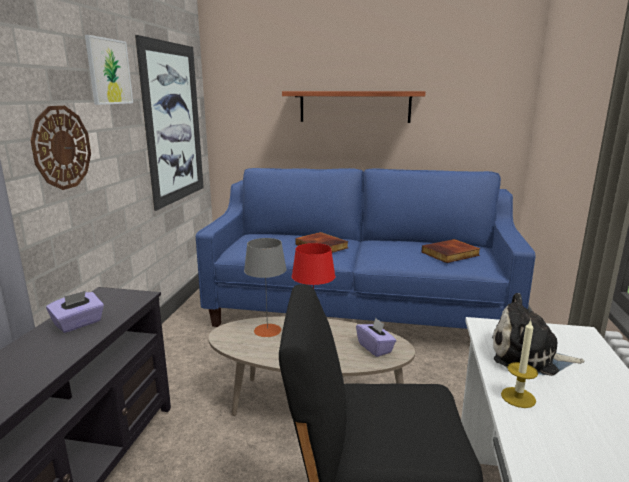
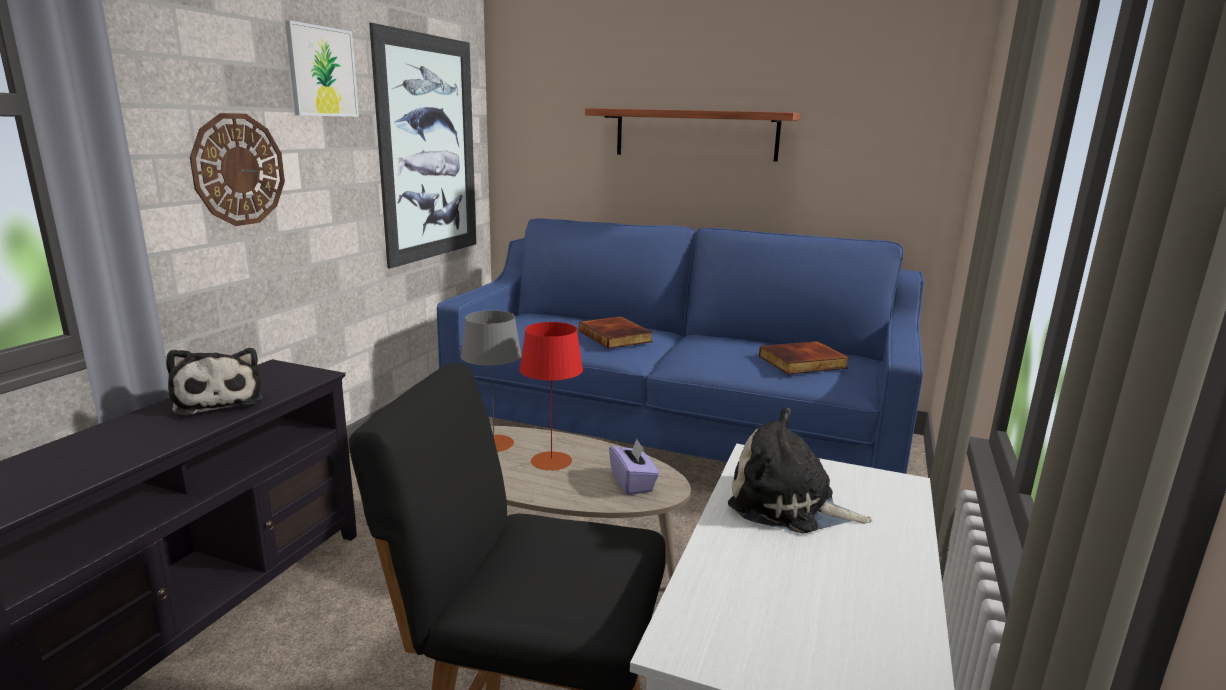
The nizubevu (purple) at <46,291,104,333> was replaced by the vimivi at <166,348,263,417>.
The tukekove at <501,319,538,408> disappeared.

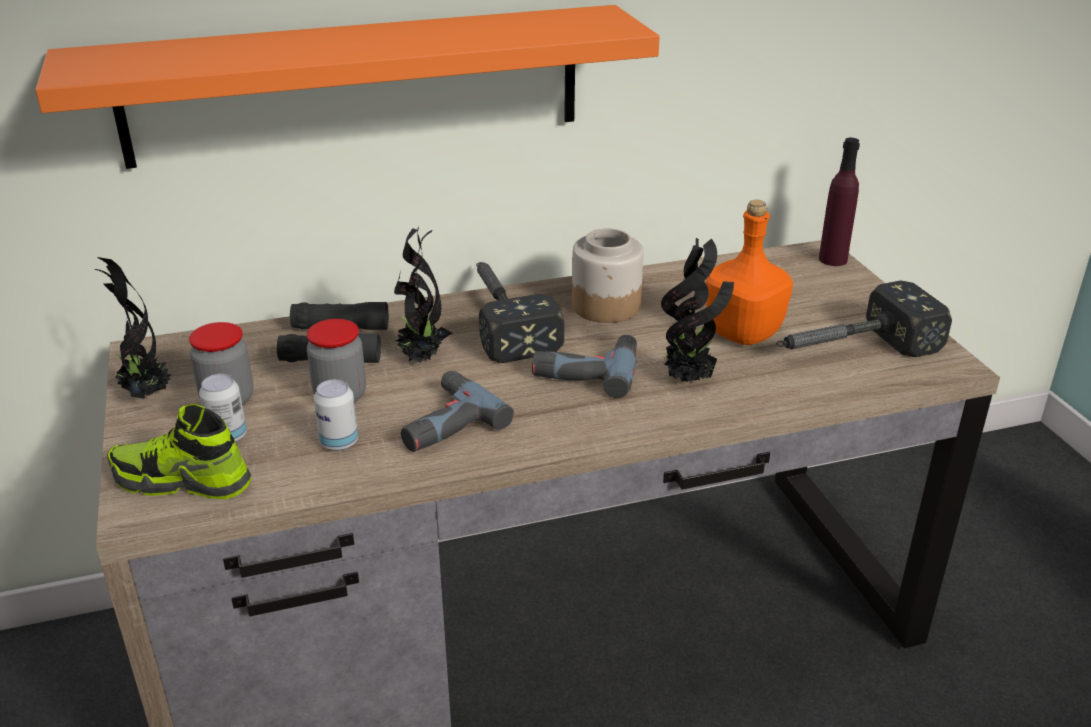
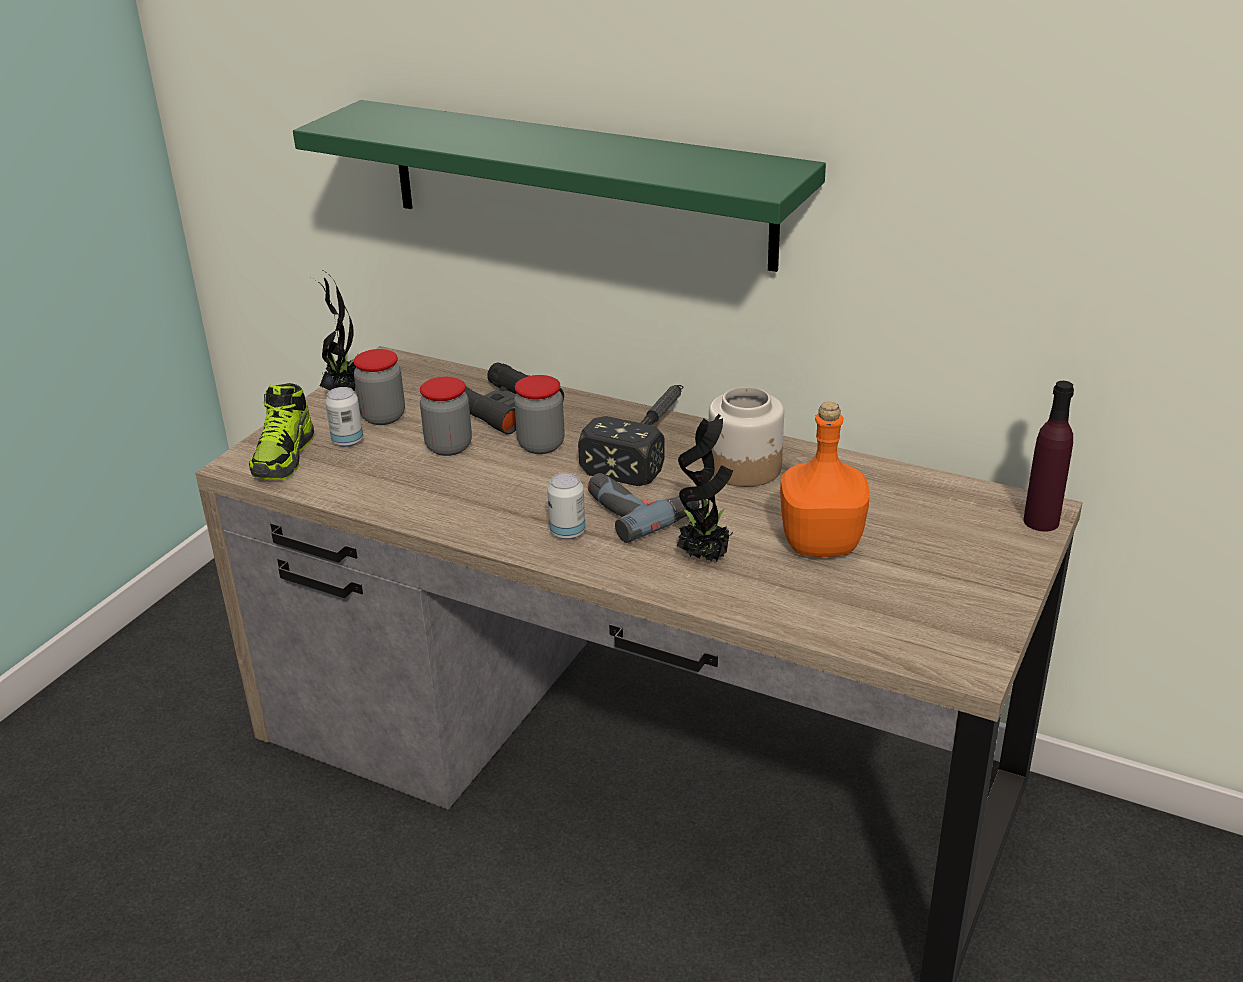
The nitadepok at <107,404,251,499> turned 135 degrees counterclockwise.
The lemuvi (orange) at <35,5,660,169> became the lemuvi (green) at <293,100,826,272>.
The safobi at <394,226,452,363> was replaced by the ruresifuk at <514,375,565,454>.
The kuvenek moved from <314,379,358,451> to <547,473,585,540>.
The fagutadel at <401,370,514,452> disappeared.
The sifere at <776,280,952,357> disappeared.

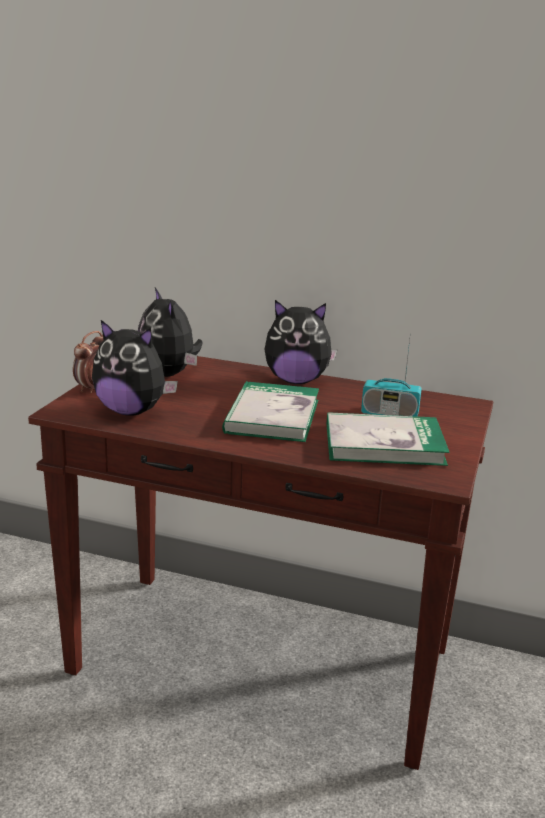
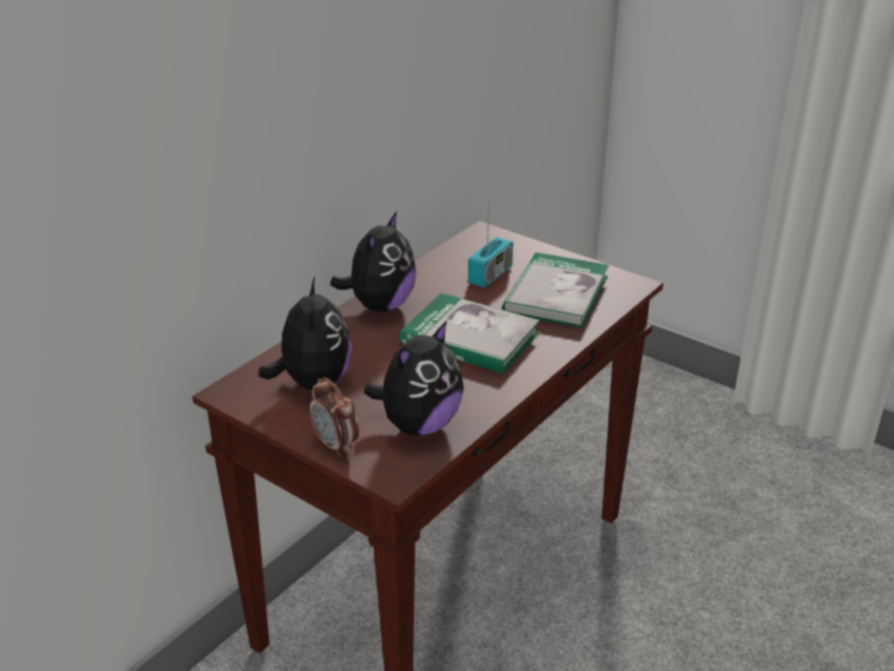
The vimivi at <138,288,202,377> turned 90 degrees counterclockwise.

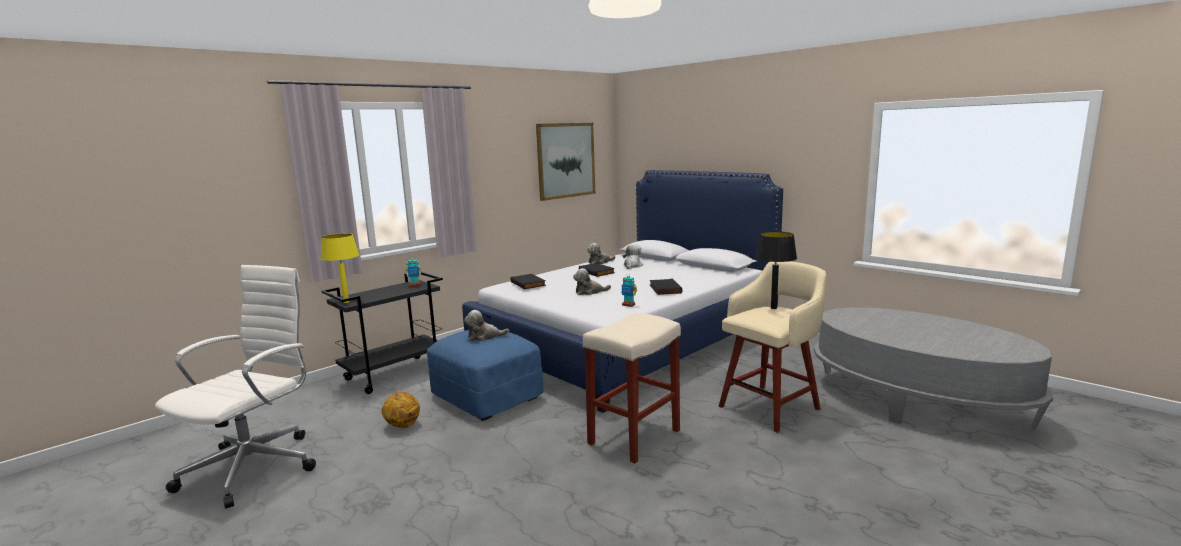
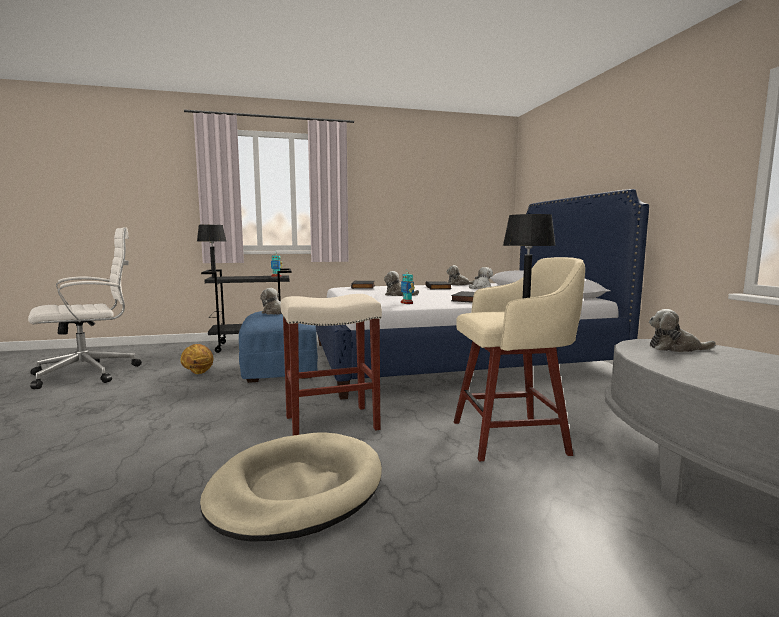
The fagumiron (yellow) at <321,233,359,303> became the fagumiron (black) at <197,225,227,278>.
The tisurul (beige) at <200,432,382,542> appeared.
The vimivi at <649,309,716,352> appeared.
The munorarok at <536,123,595,201> disappeared.

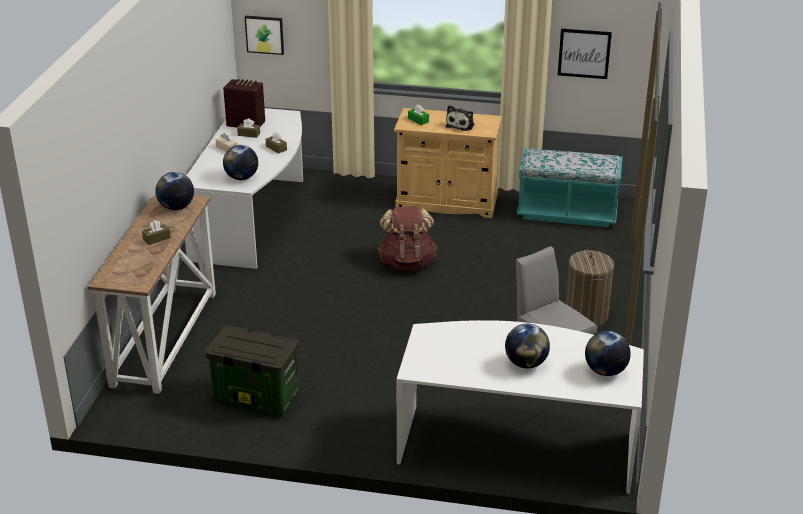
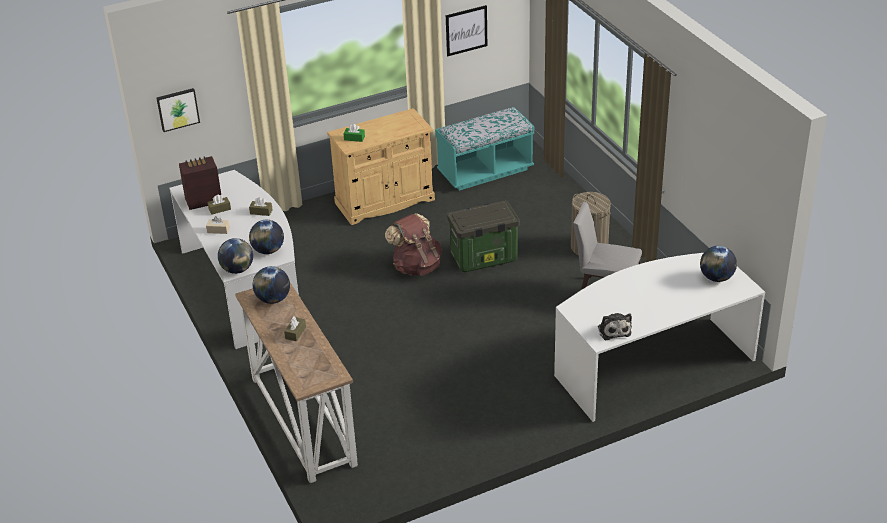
The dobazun moved from <505,324,550,368> to <218,238,253,274>.
The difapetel moved from <205,325,299,416> to <447,201,520,272>.
The vimivi moved from <446,105,475,131> to <598,313,632,340>.

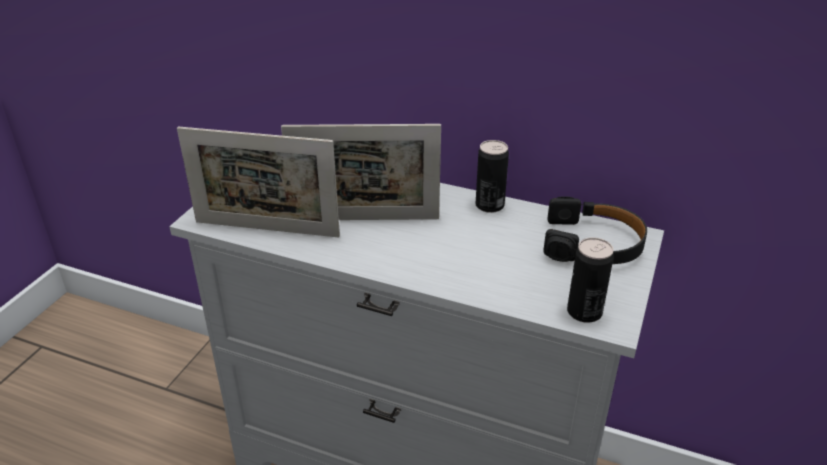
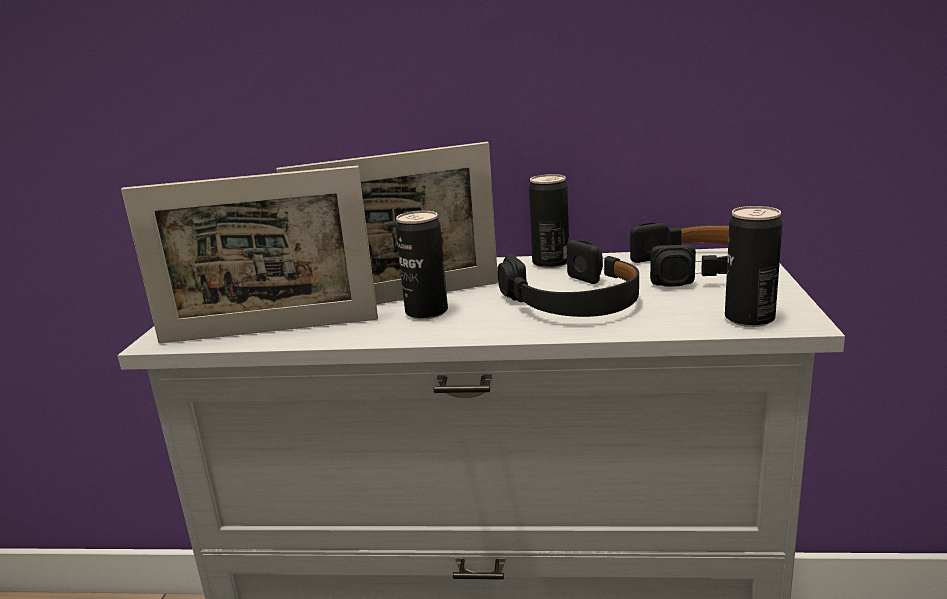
The kuvenek at <396,211,448,320> appeared.
The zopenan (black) at <497,240,639,317> appeared.

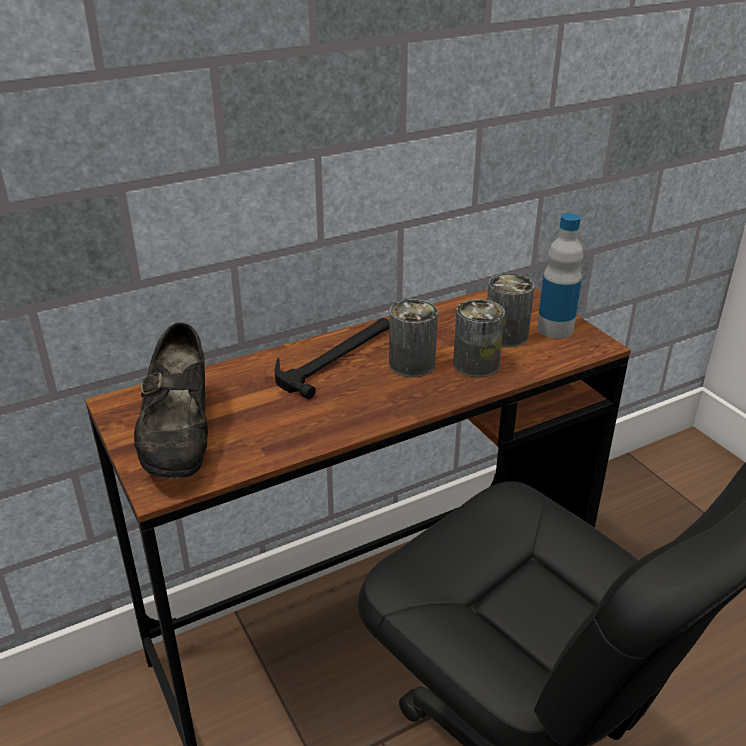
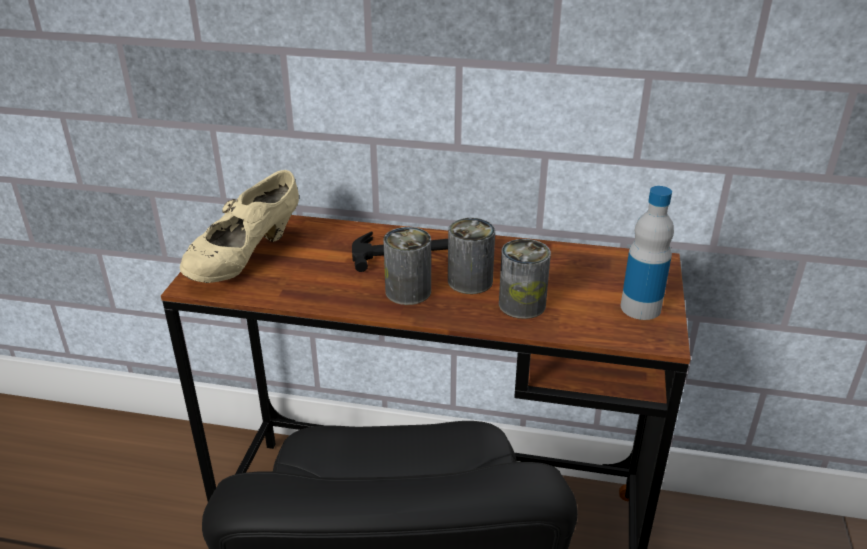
The nitadepok (black) at <134,323,208,479> became the nitadepok (beige) at <180,170,299,283>.
The kuvenek moved from <487,274,535,347> to <383,227,431,305>.

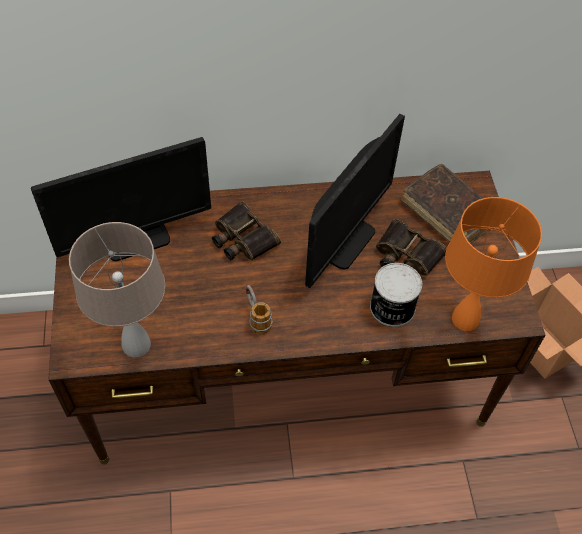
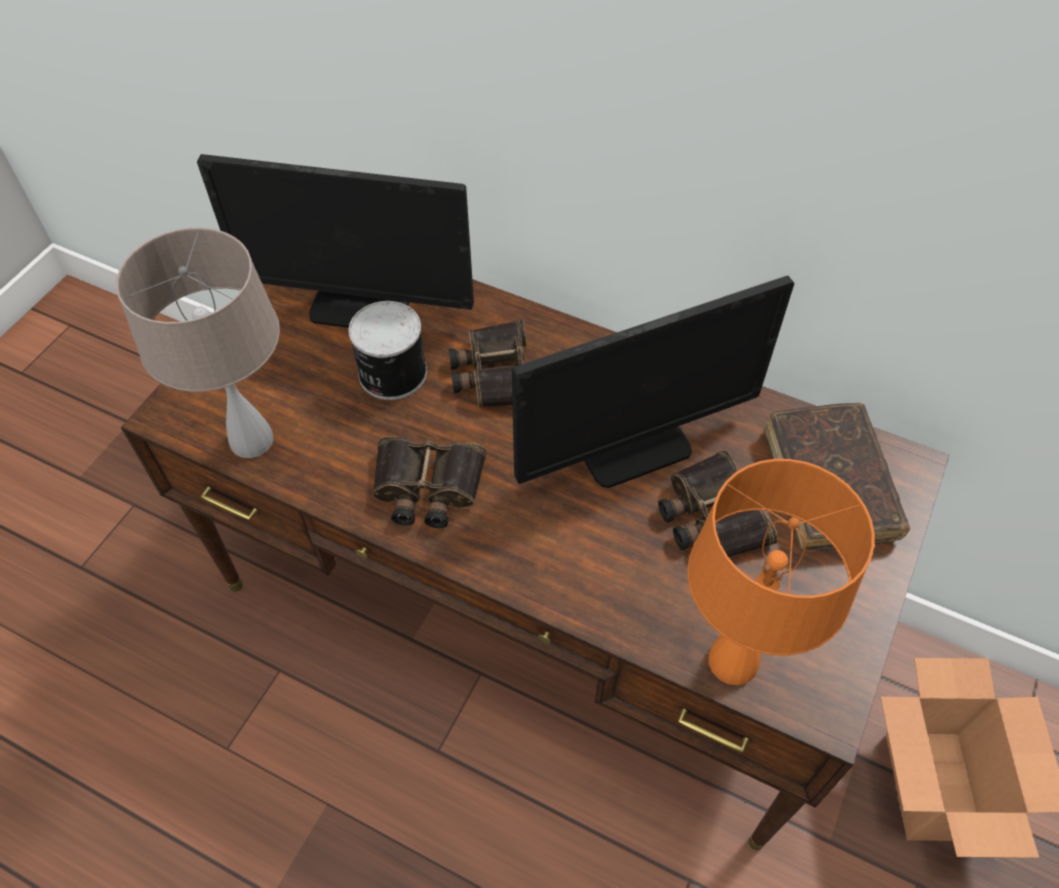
The kuvenek moved from <370,263,422,327> to <349,301,427,400>.
The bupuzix at <245,285,272,335> was replaced by the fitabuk at <372,436,486,528>.

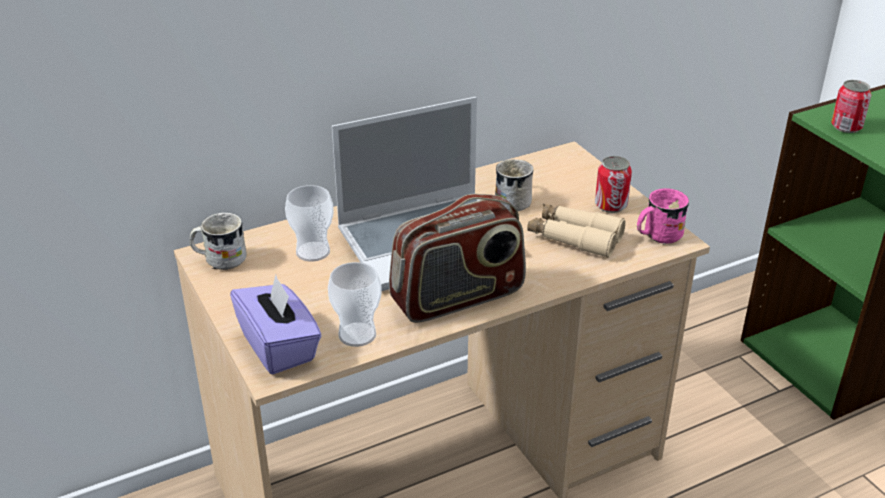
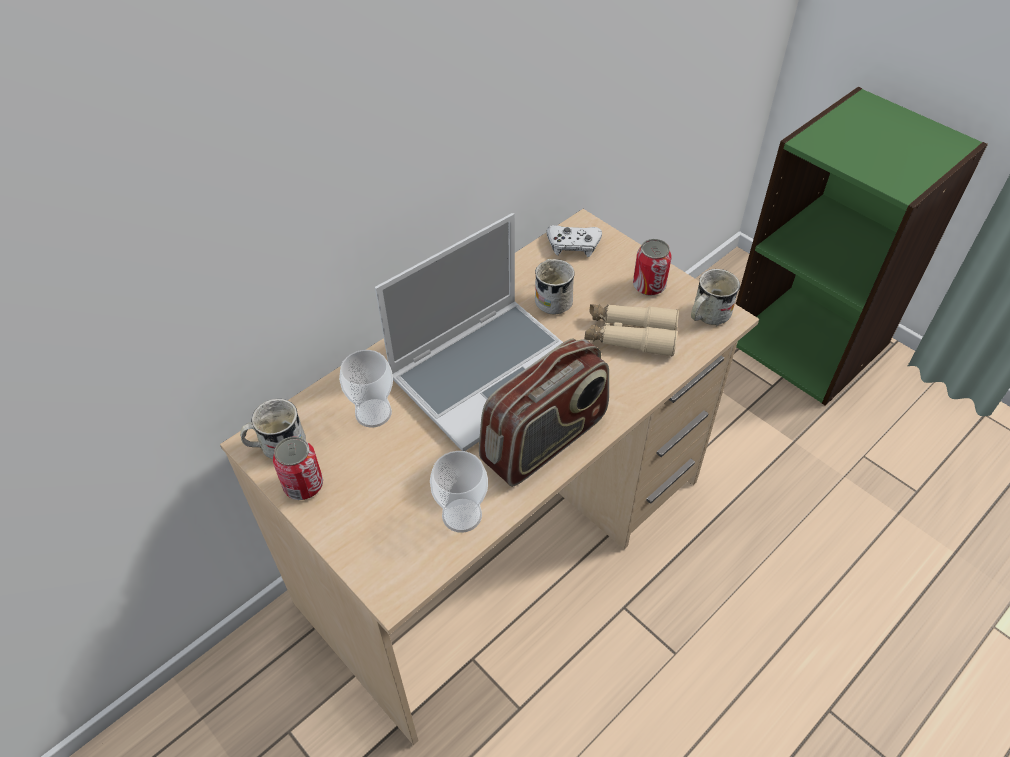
The kuvenek moved from <831,80,871,133> to <273,436,323,500>.
The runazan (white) at <547,225,602,257> appeared.
The bupuzix (pink) at <637,188,689,245> became the bupuzix (white) at <691,269,740,327>.
The nizubevu (purple) at <230,275,322,374> disappeared.

